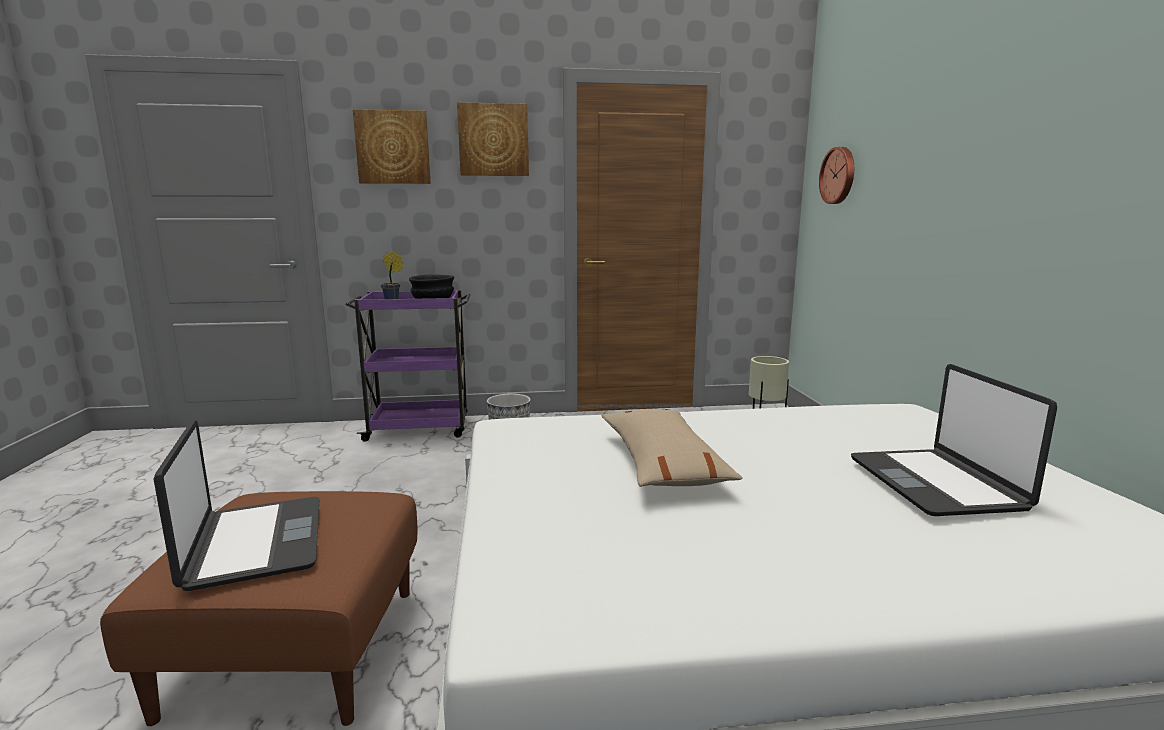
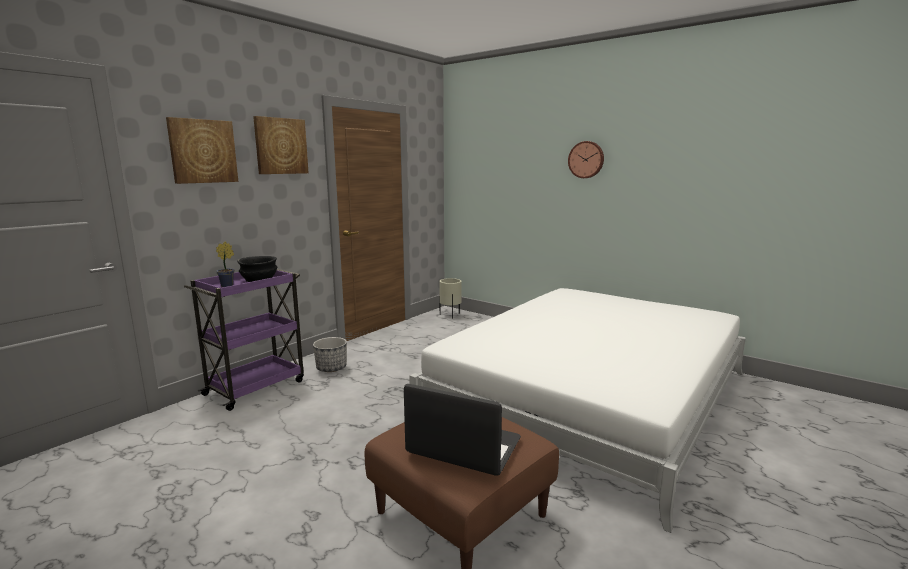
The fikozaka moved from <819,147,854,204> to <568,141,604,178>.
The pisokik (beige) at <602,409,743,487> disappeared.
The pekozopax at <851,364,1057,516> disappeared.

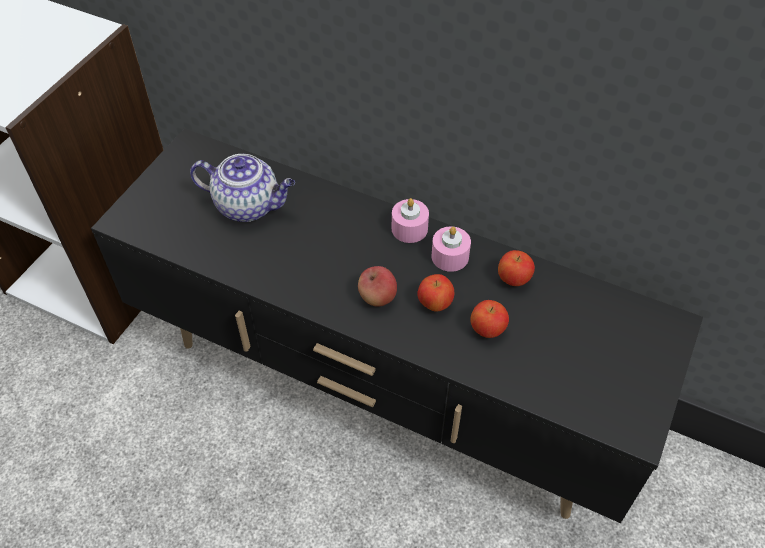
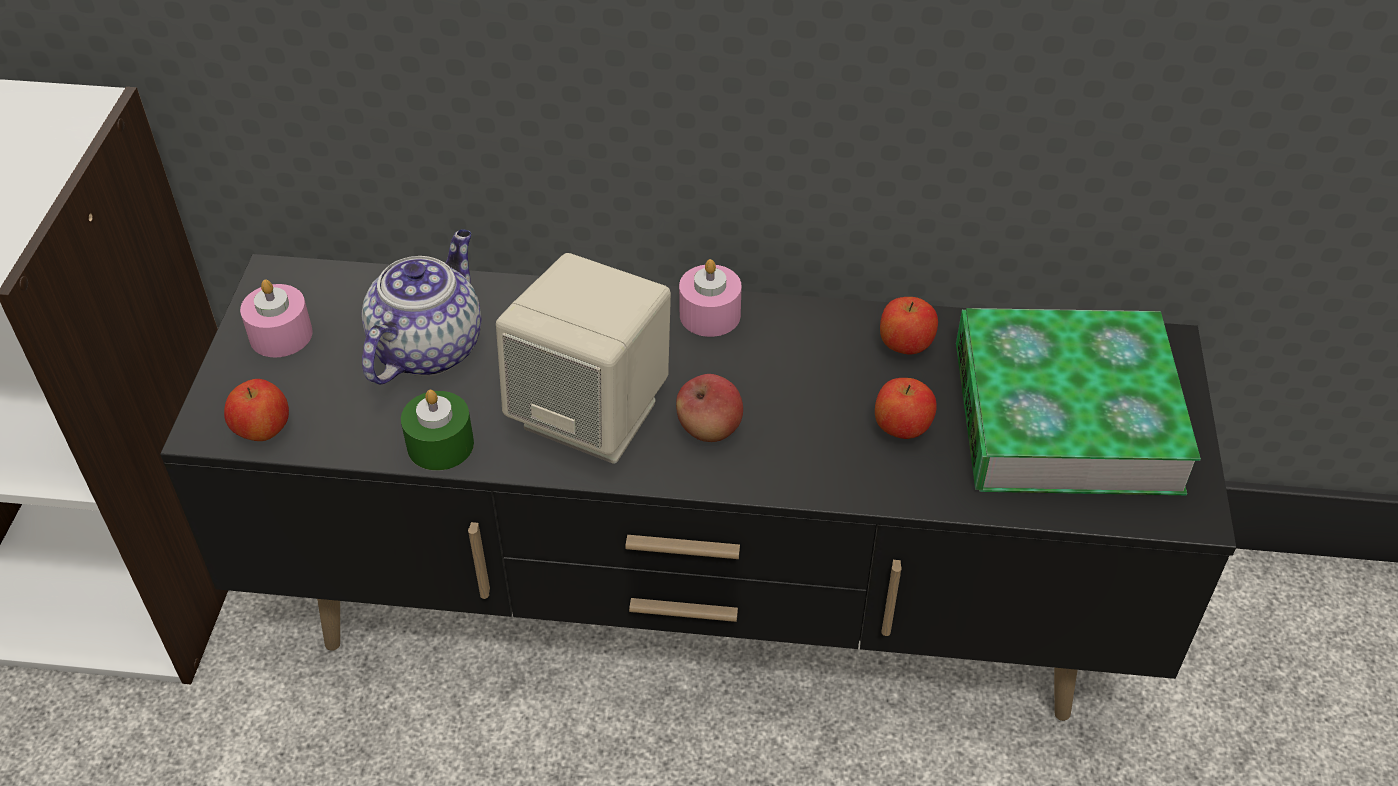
The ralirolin moved from <417,274,454,312> to <224,379,289,441>.
The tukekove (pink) moved from <432,226,471,272> to <240,280,313,357>.
The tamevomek at <190,154,295,222> turned 60 degrees counterclockwise.
The tukekove (green) at <401,390,474,471> appeared.
The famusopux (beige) at <496,253,671,464> appeared.
The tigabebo at <956,308,1201,495> appeared.

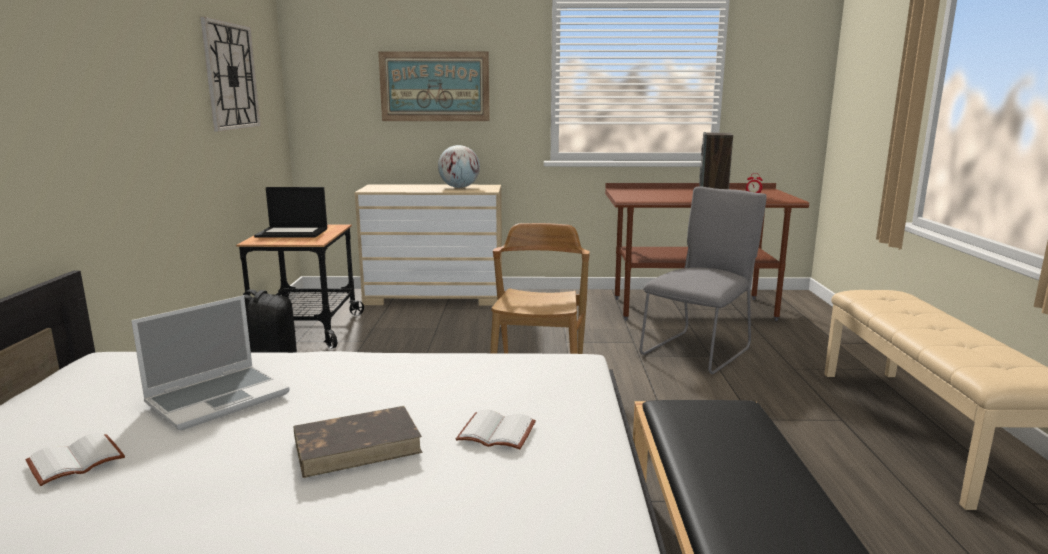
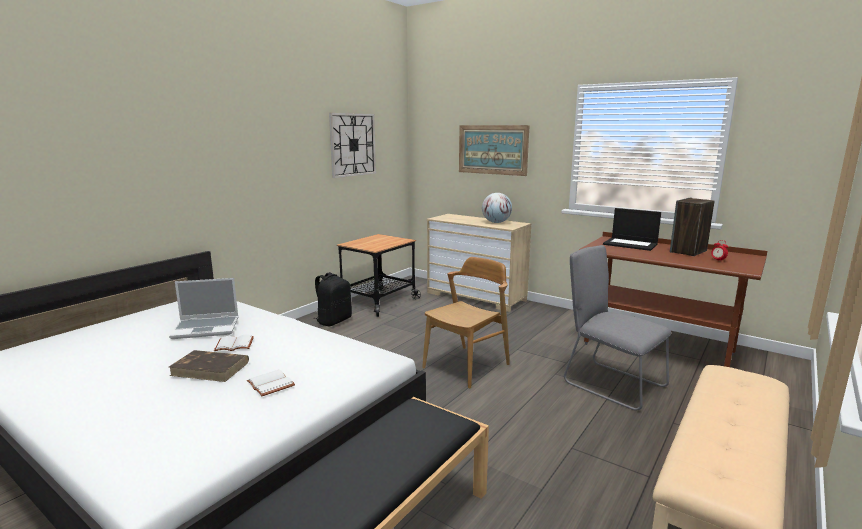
The tigabebo (white) moved from <26,433,125,486> to <214,334,254,351>.
The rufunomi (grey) at <640,186,767,374> turned 120 degrees counterclockwise.
The pekozopax moved from <254,187,327,238> to <603,208,661,251>.

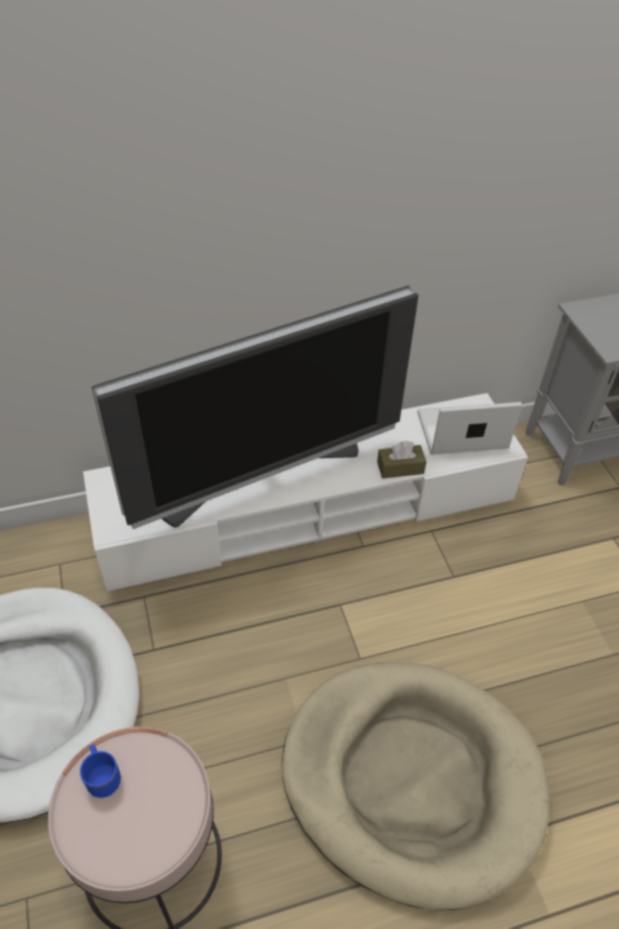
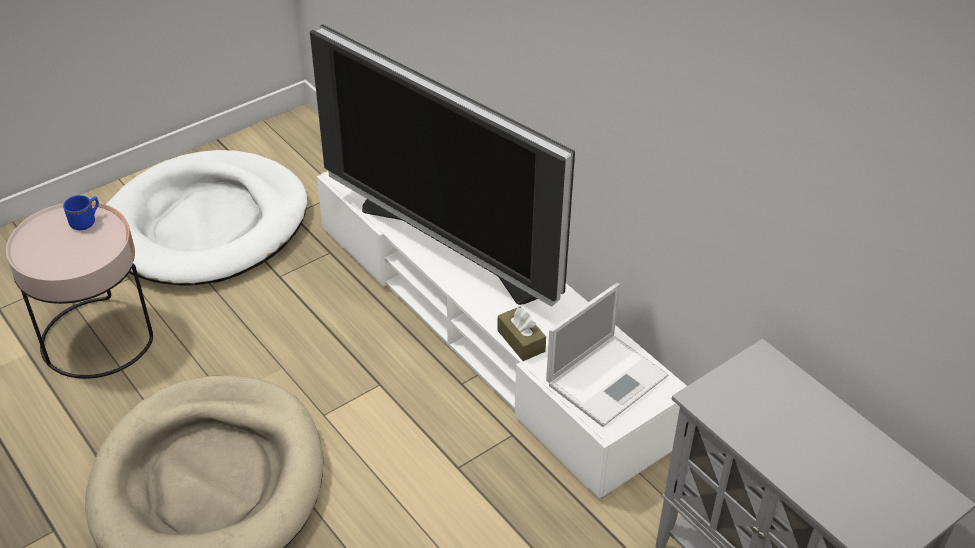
The pekozopax at <418,402,522,455> turned 75 degrees clockwise.

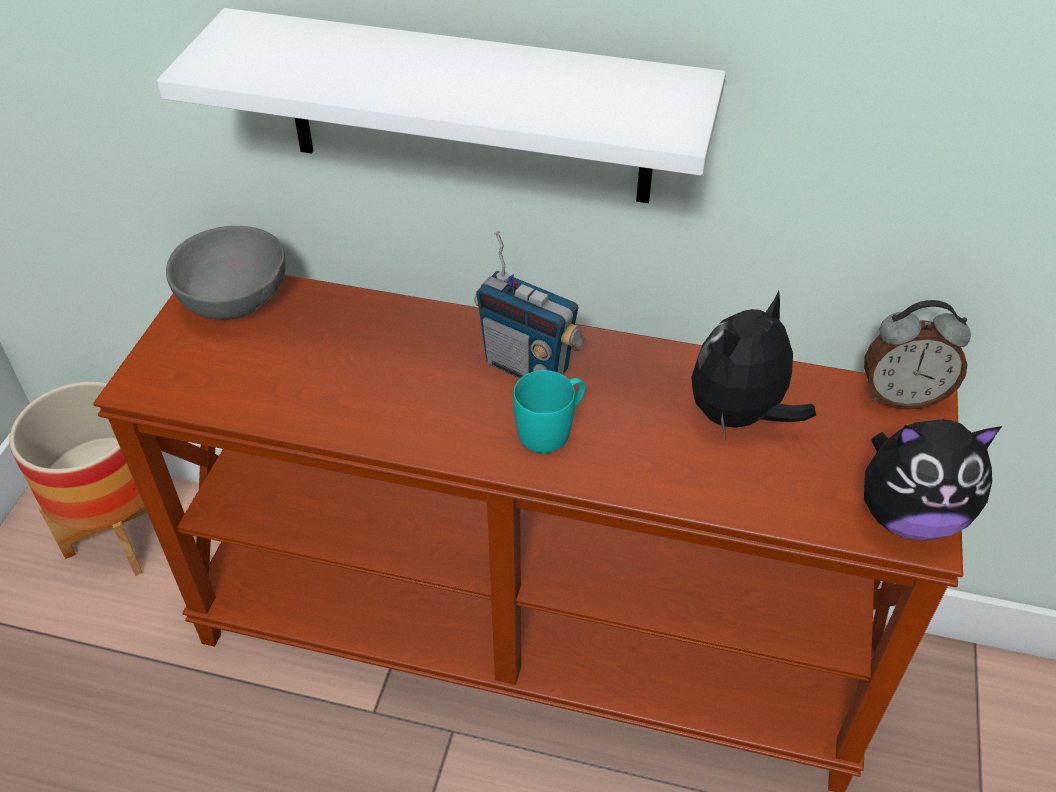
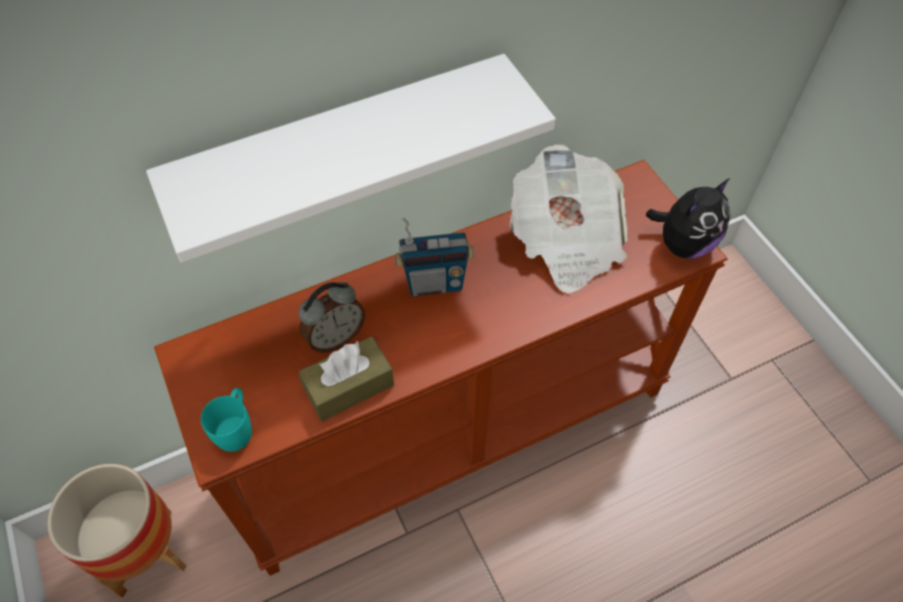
The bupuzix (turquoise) moved from <513,370,585,453> to <201,388,252,452>.
The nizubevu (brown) at <298,336,394,421> appeared.
The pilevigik moved from <864,300,971,410> to <299,282,365,353>.
The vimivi at <691,290,816,436> was replaced by the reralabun at <509,145,627,294>.
The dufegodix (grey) at <166,226,286,320> disappeared.

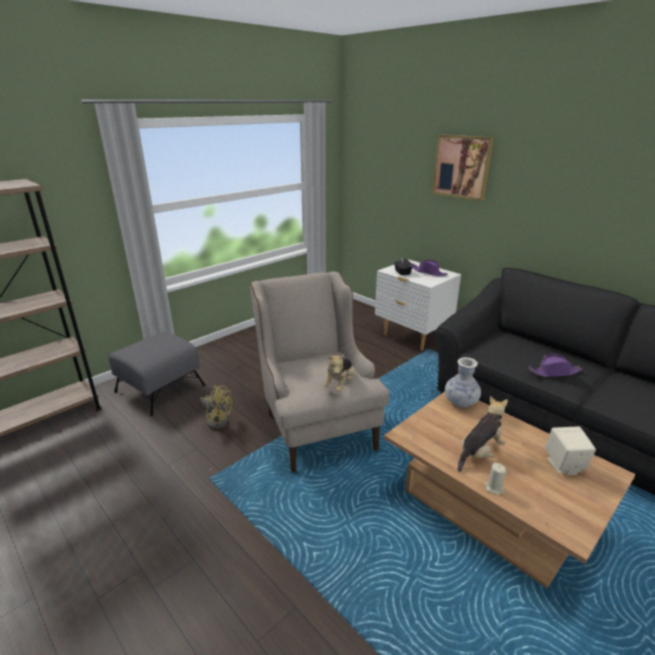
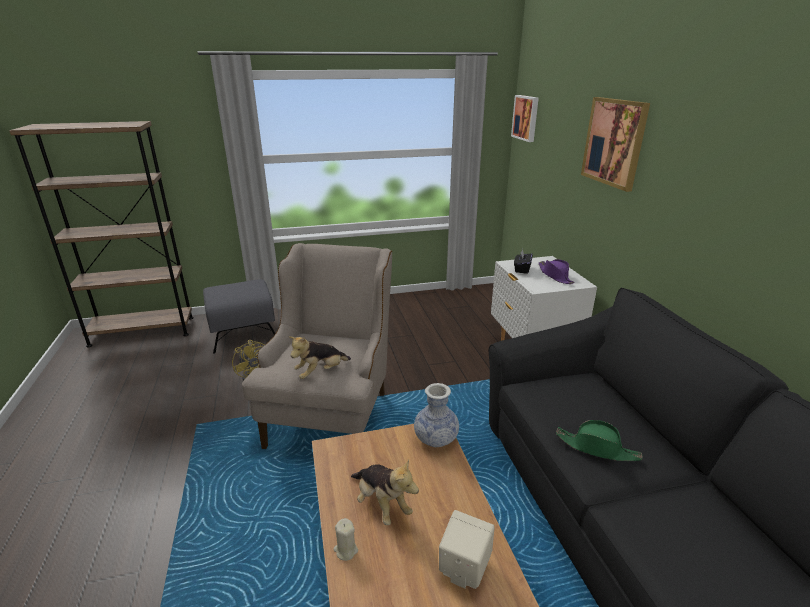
The vimivi at <458,396,508,472> turned 60 degrees clockwise.
The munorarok at <511,95,539,142> appeared.
The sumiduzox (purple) at <528,354,583,377> became the sumiduzox (green) at <556,420,642,461>.

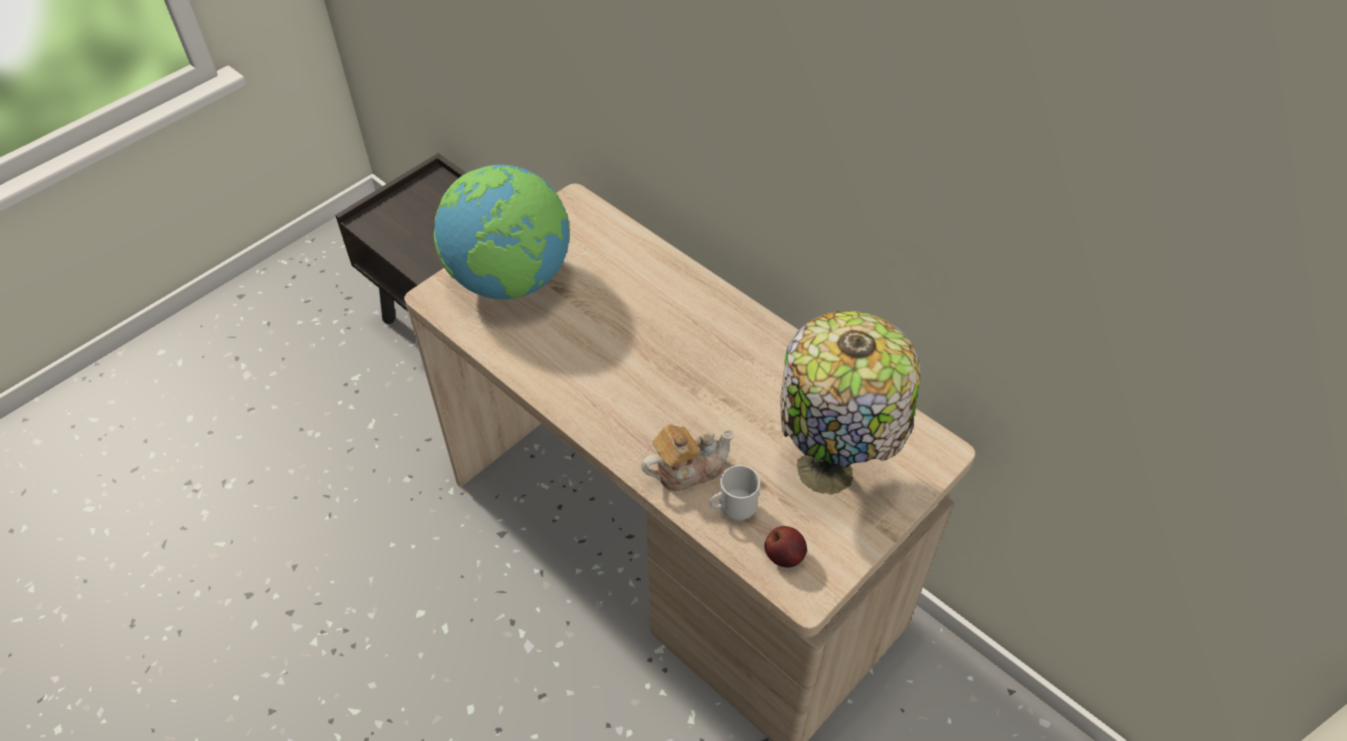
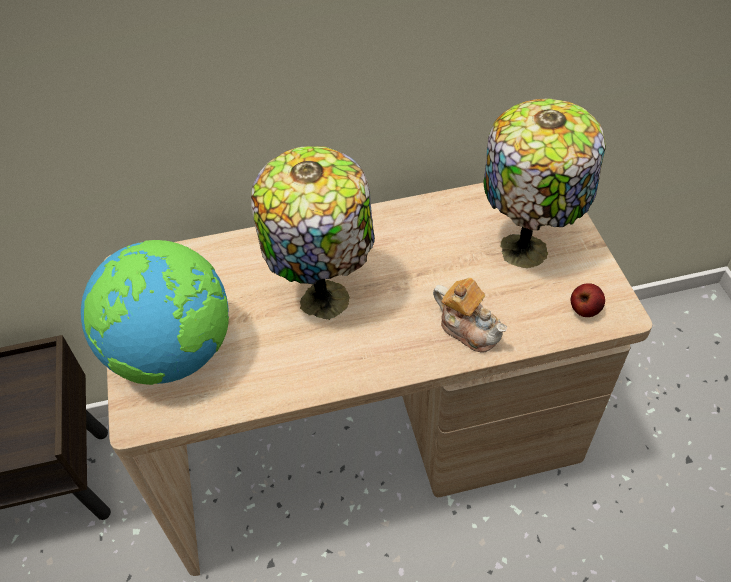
The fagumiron at <251,146,375,320> appeared.
The tamevomek at <641,424,735,491> turned 120 degrees clockwise.
The bupuzix at <710,465,760,520> disappeared.

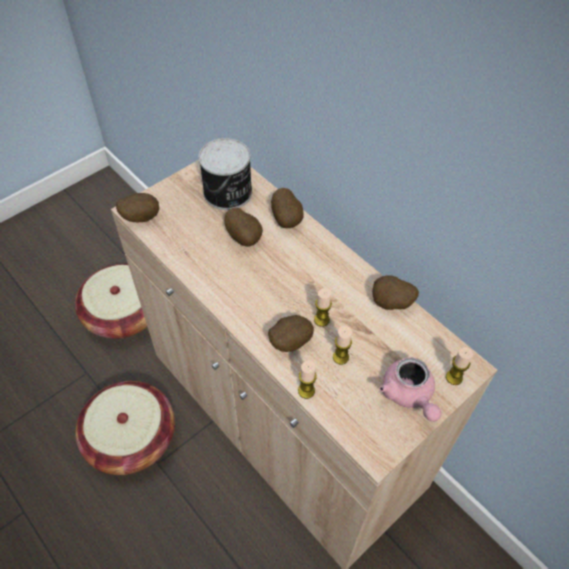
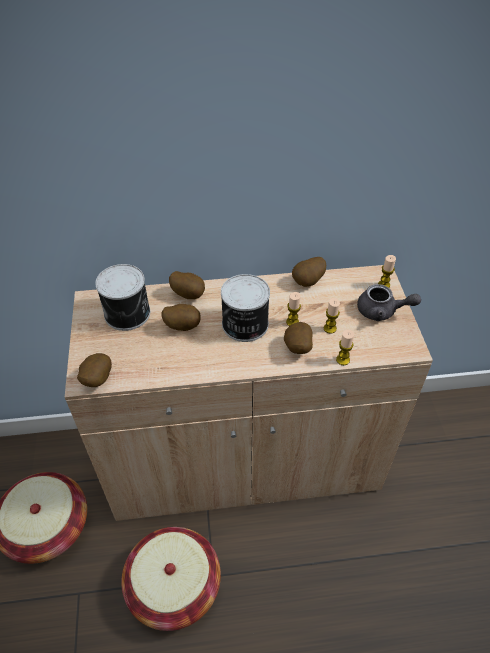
The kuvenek at <221,274,270,342> appeared.
The tamevomek (pink) at <379,357,441,422> became the tamevomek (grey) at <357,284,421,321>.

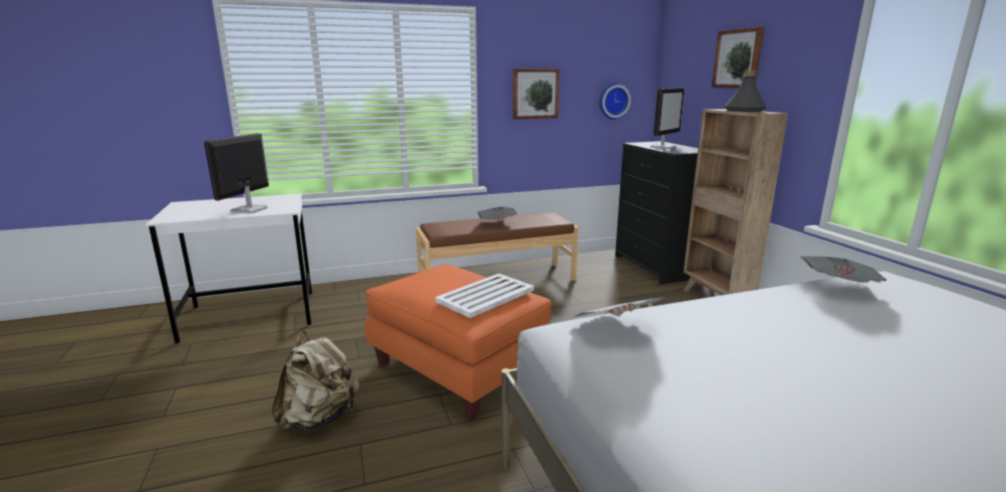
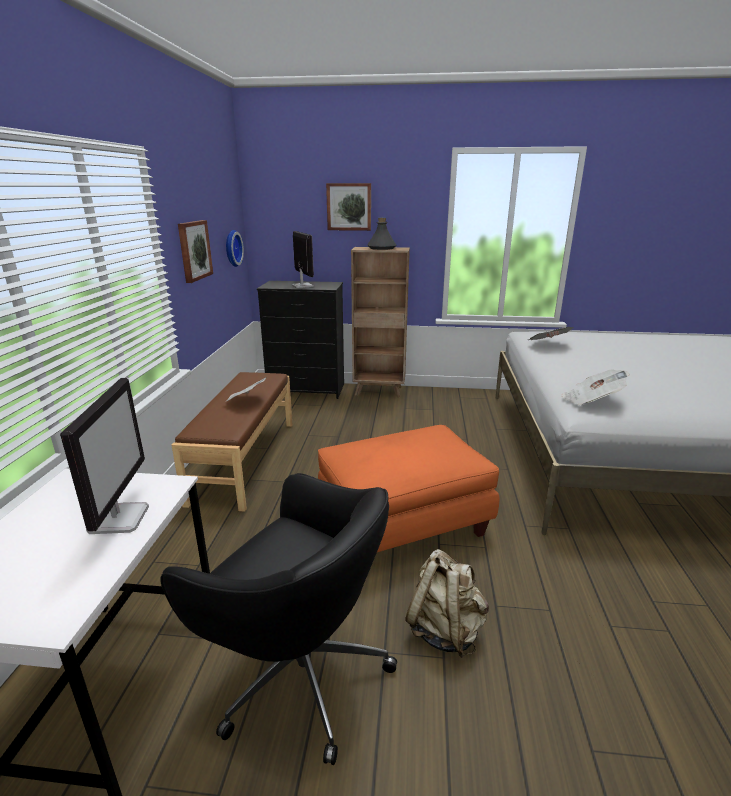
The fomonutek at <204,133,269,214> turned 135 degrees counterclockwise.
The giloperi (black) at <160,473,397,765> appeared.
The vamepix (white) at <435,274,534,318> disappeared.

